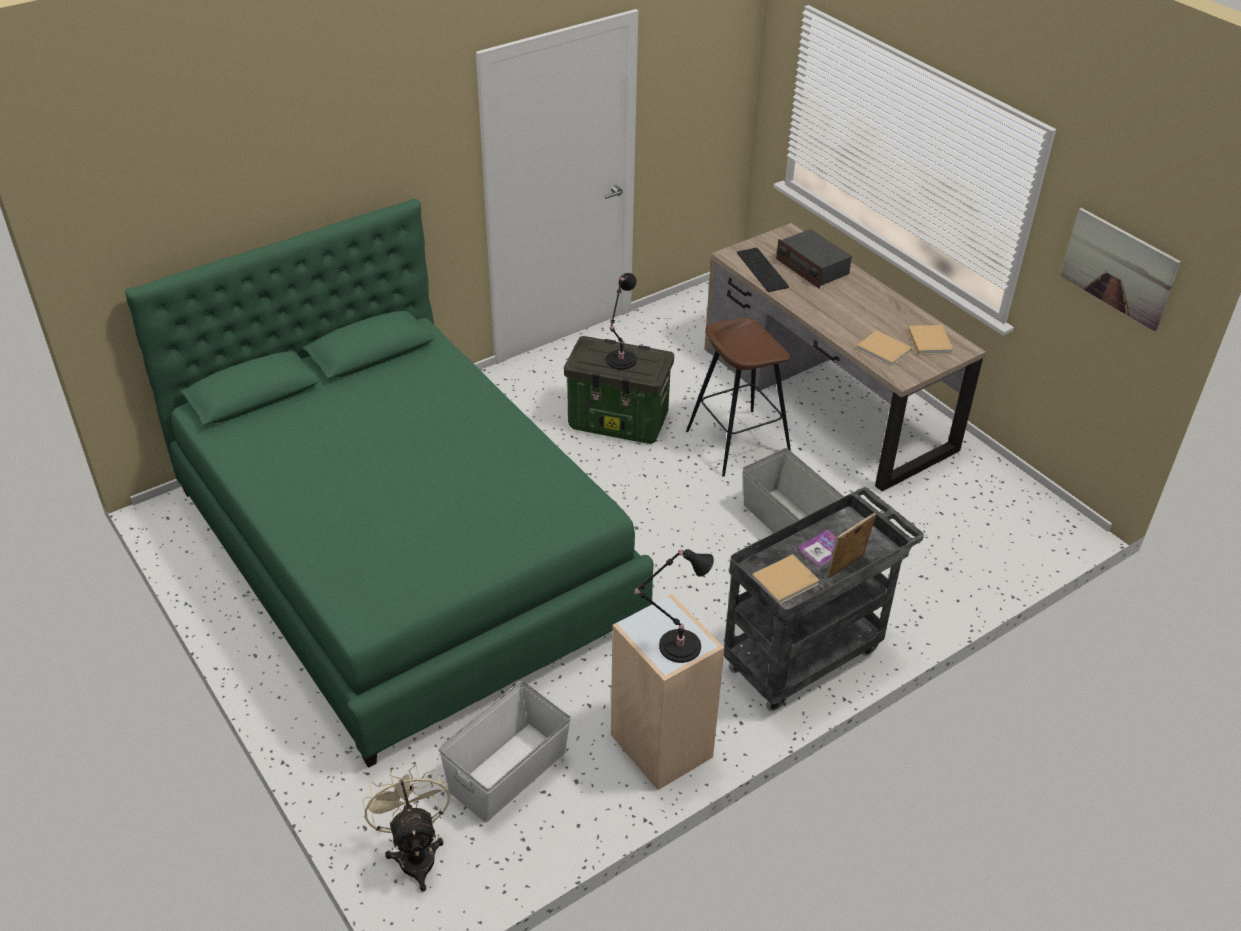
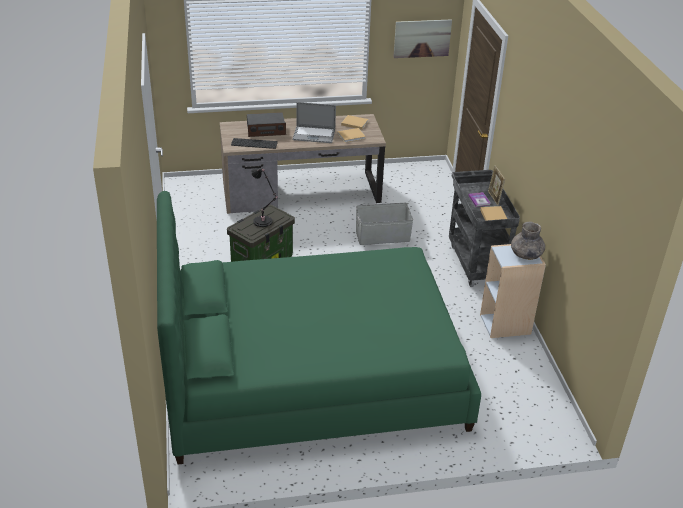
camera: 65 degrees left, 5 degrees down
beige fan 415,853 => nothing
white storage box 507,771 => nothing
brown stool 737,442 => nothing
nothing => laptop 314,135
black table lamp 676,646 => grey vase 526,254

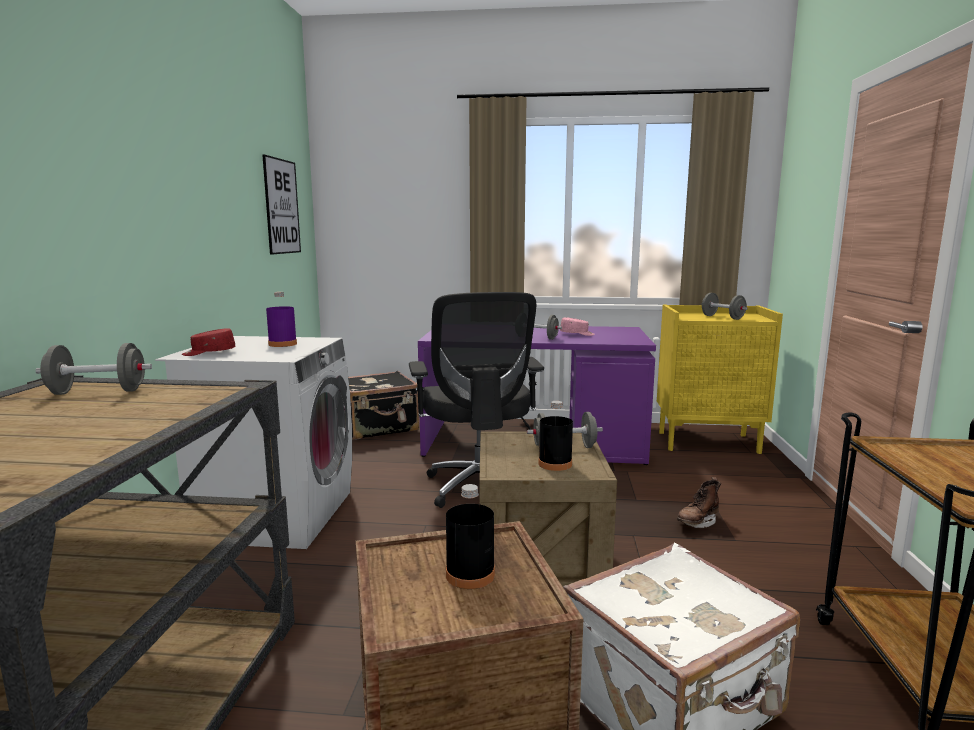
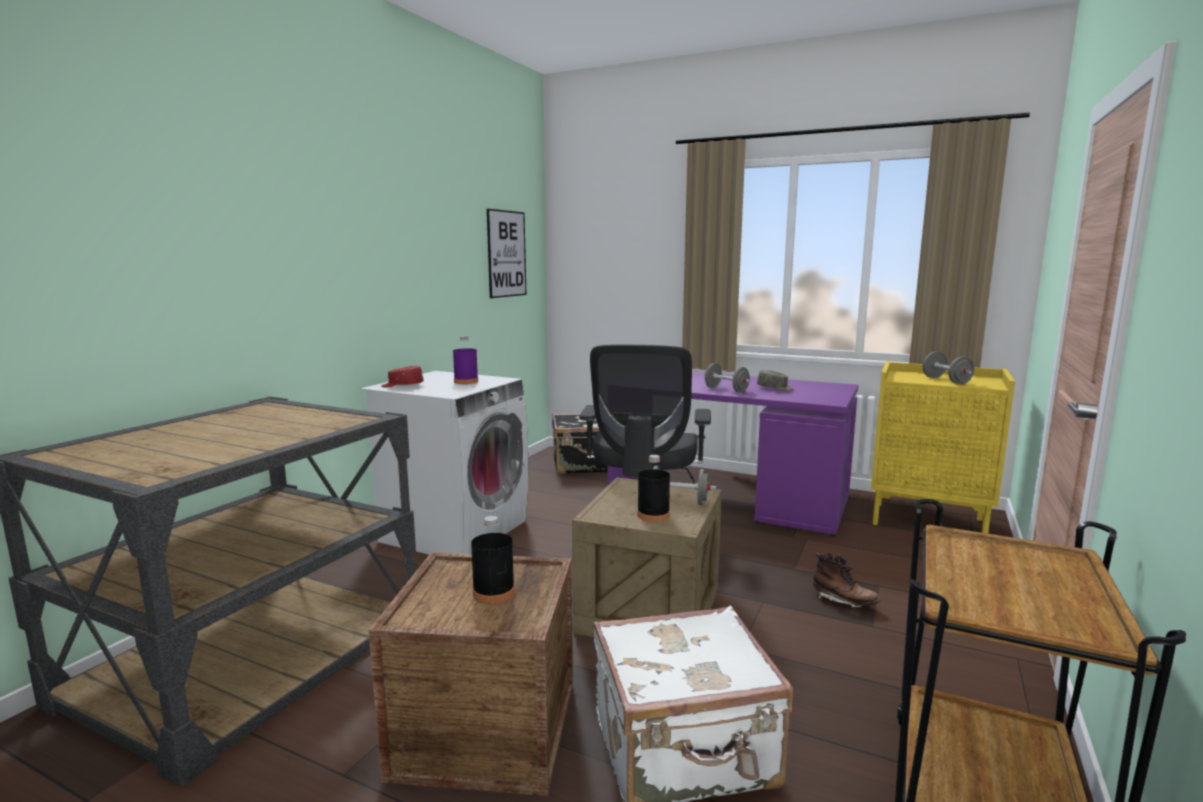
camera: 20 degrees right, 0 degrees up
grey dumbbell 98,392 => nothing
pink cap 577,334 => grey cap 775,388
brown boot 697,522 => brown boot 843,601, 120 degrees counterclockwise

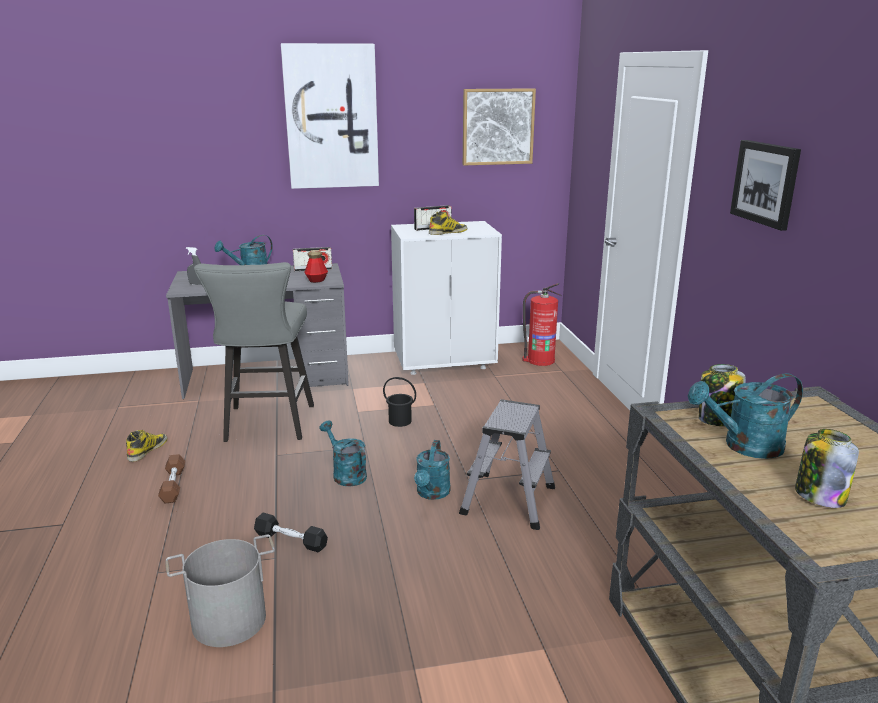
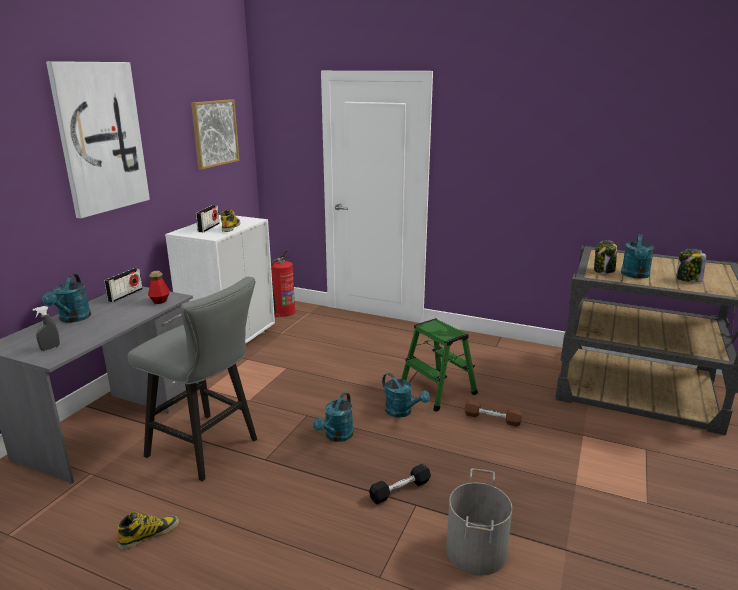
camera: 55 degrees left, 0 degrees up
black bucket 400,421 => nothing
picture 765,183 => nothing
brown dumbbell 173,485 => brown dumbbell 492,419, move
grey step ladder 508,500 => green step ladder 438,390
boot 147,450 => boot 149,534, 90 degrees clockwise
turquoise watering can 346,474 => turquoise watering can 336,436, 60 degrees counterclockwise

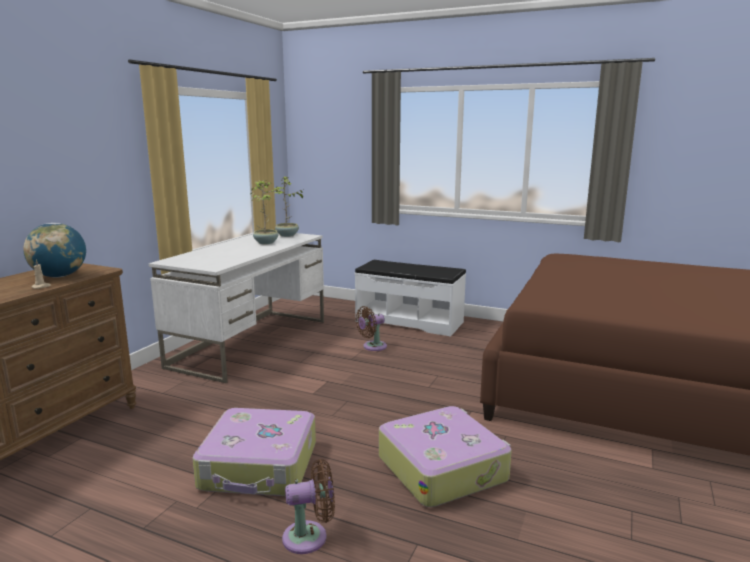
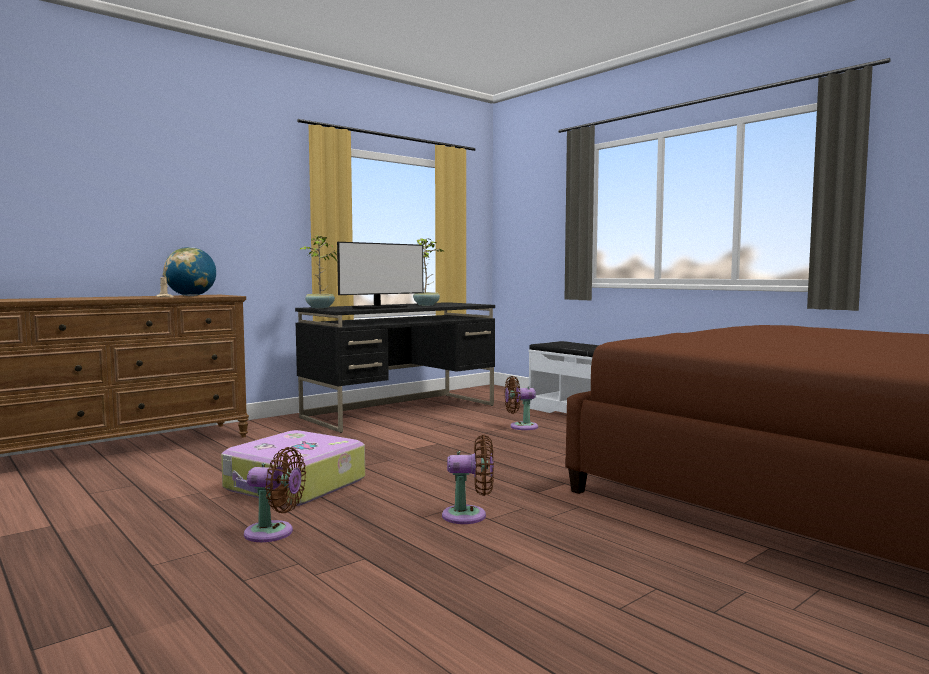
camera: 25 degrees right, 10 degrees down
nothing => monitor 380,307
potted plant 287,235 => potted plant 320,307, move
suitcase 442,468 => brown fan 469,515
white desk 252,343 => black desk 401,411

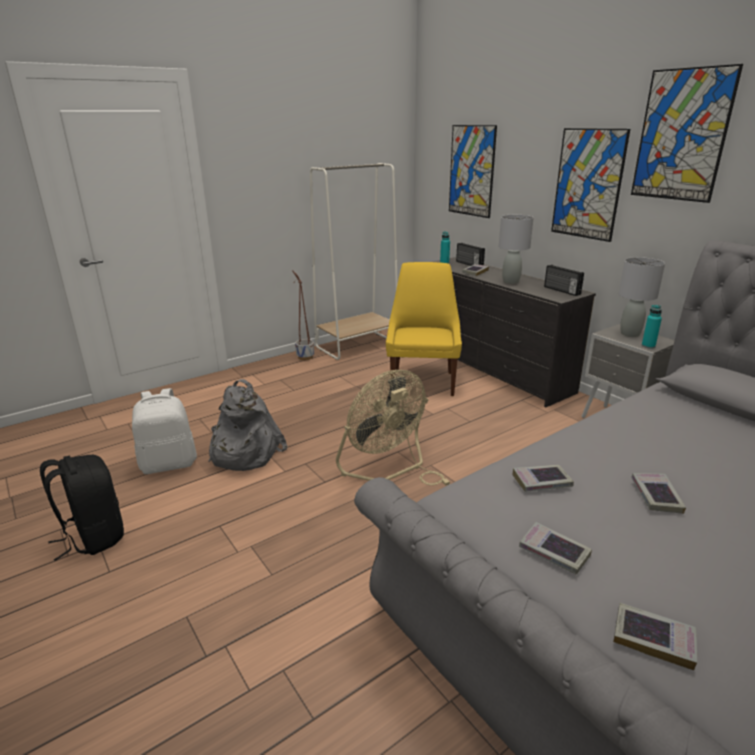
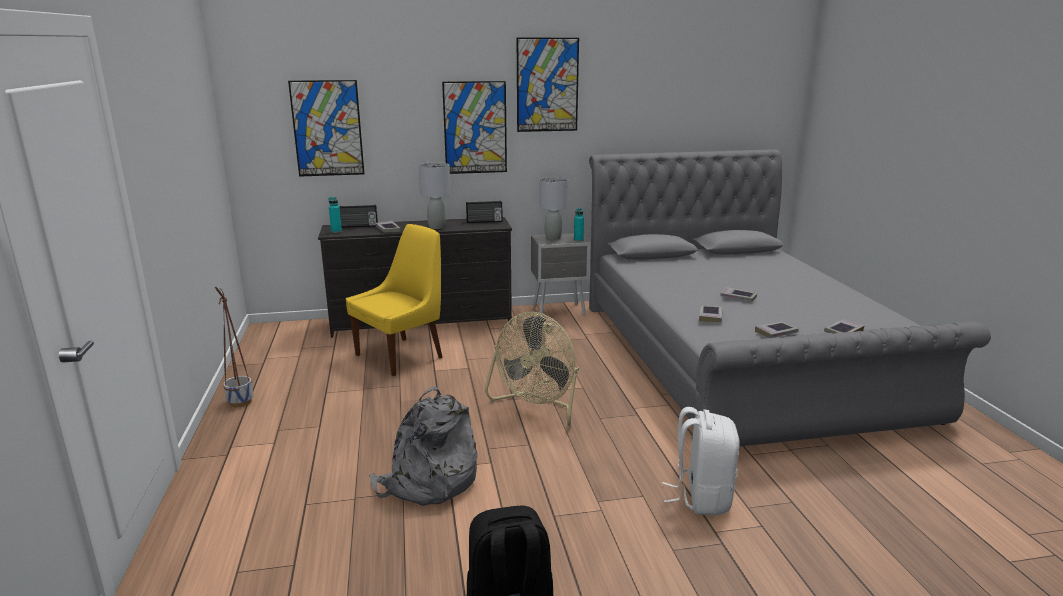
camera: 65 degrees left, 5 degrees down
clothes rack 357,345 => nothing
white backpack 169,463 => white backpack 701,497, move
beige fan 396,467 => beige fan 537,405, 45 degrees counterclockwise
yellow chair 423,381 => yellow chair 402,355, 105 degrees clockwise

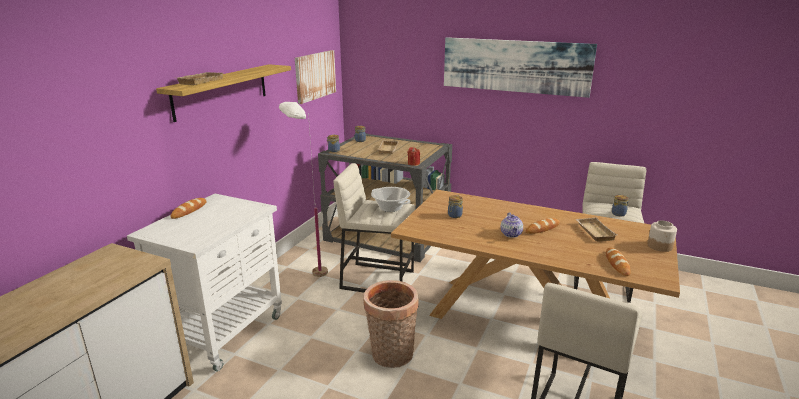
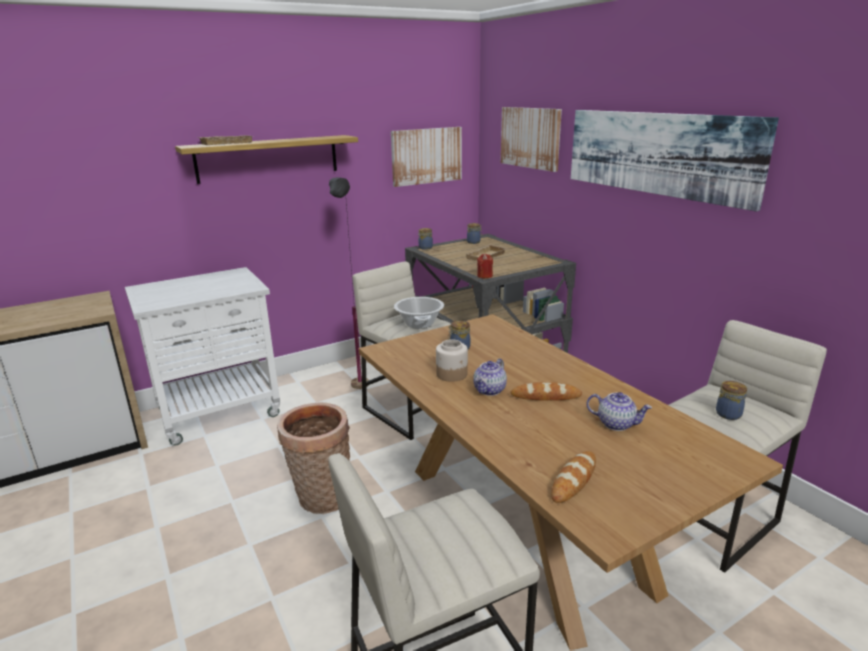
camera: 35 degrees right, 0 degrees up
bread 189,210 => nothing
nothing => picture 530,137
jar 660,246 => jar 452,374, move
beige tray 593,232 => teapot 616,424
white floor lamp 310,273 => black floor lamp 356,382

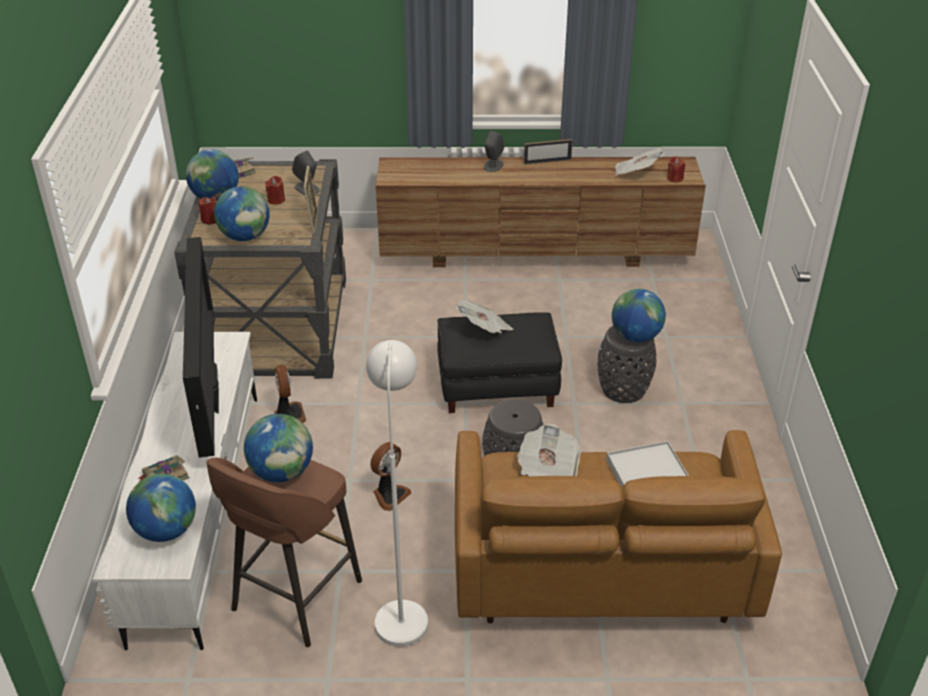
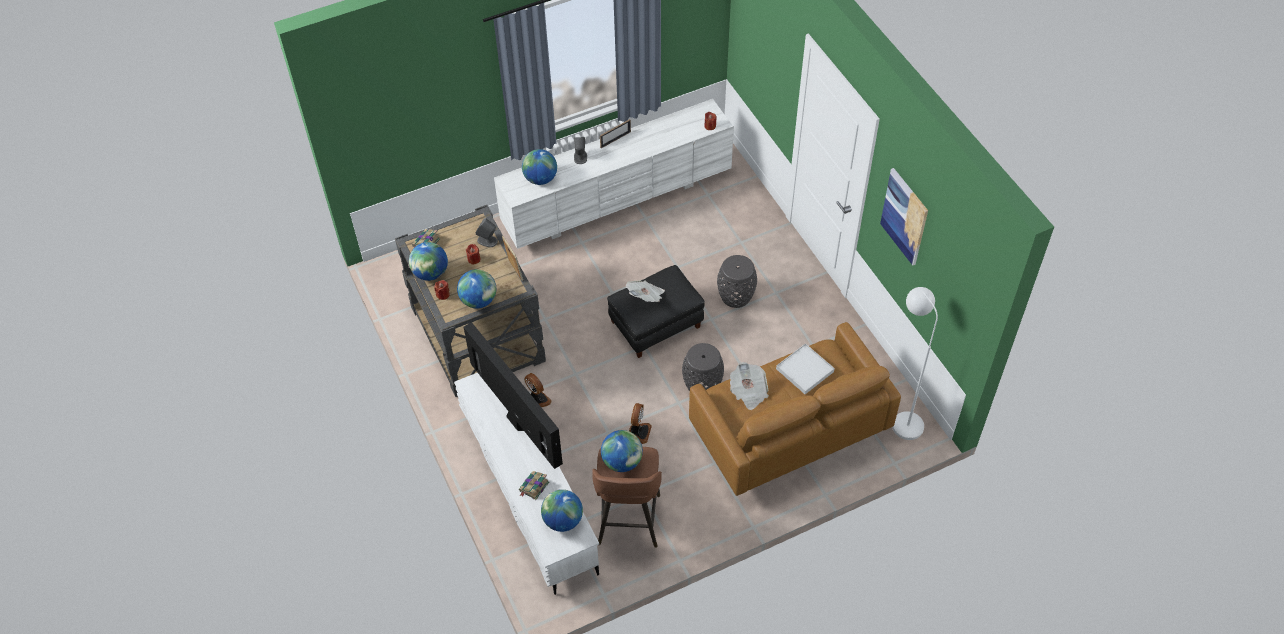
camera: 25 degrees left, 15 degrees up
newspaper 636,173 => nothing
nothing => picture 904,216
white floor lamp 401,611 => white floor lamp 902,419, move
globe 635,336 => globe 540,179, move
brown cabinet 535,256 => white cabinet 617,202

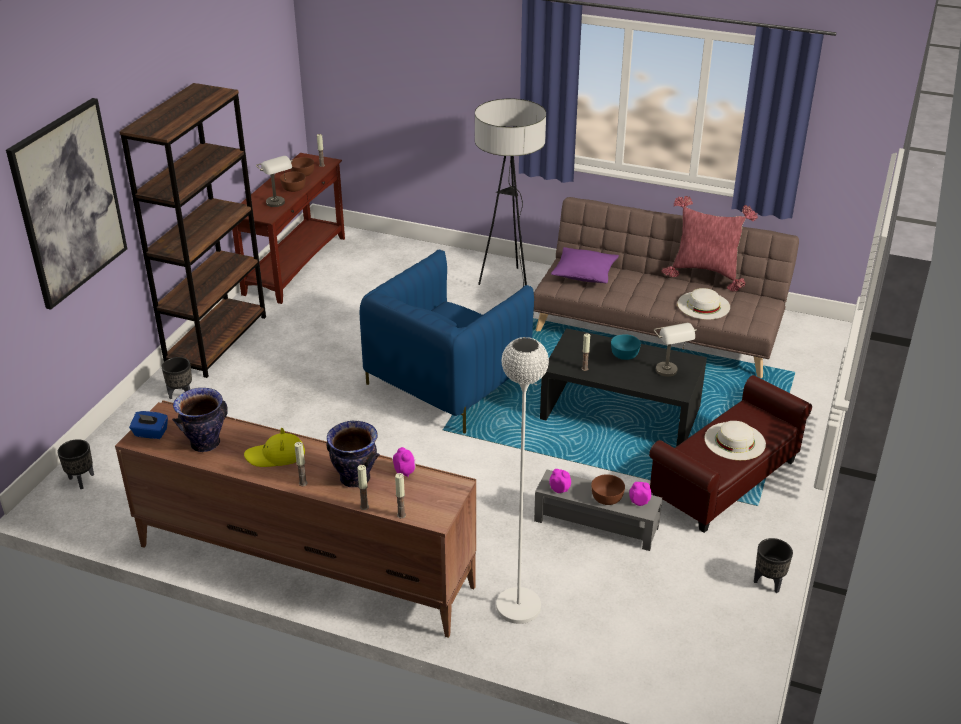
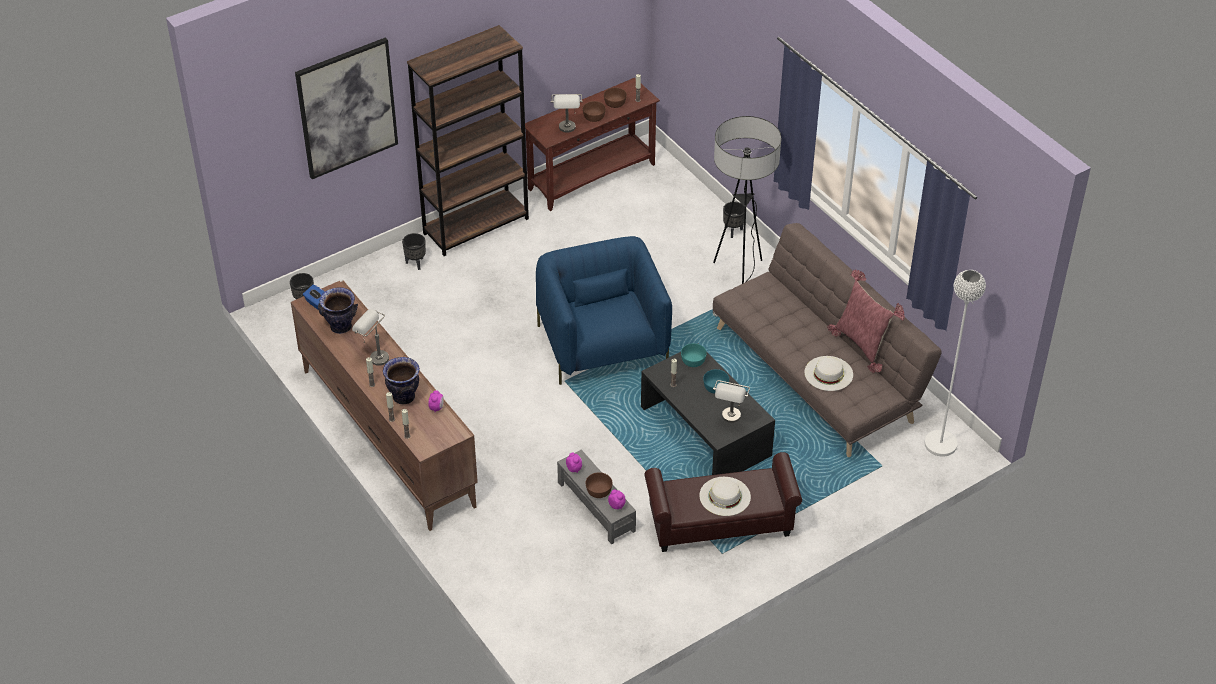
camera: 35 degrees right, 10 degrees up
purple pillow 584,274 => nothing
nothing => turquoise bowl 693,361
white floor lamp 519,606 => white floor lamp 941,444, move
black planter 769,583 => black planter 733,231, move
yellow hat 276,456 => grey table lamp 373,356
blue armchair 446,384 => blue armchair 603,344, 90 degrees clockwise

